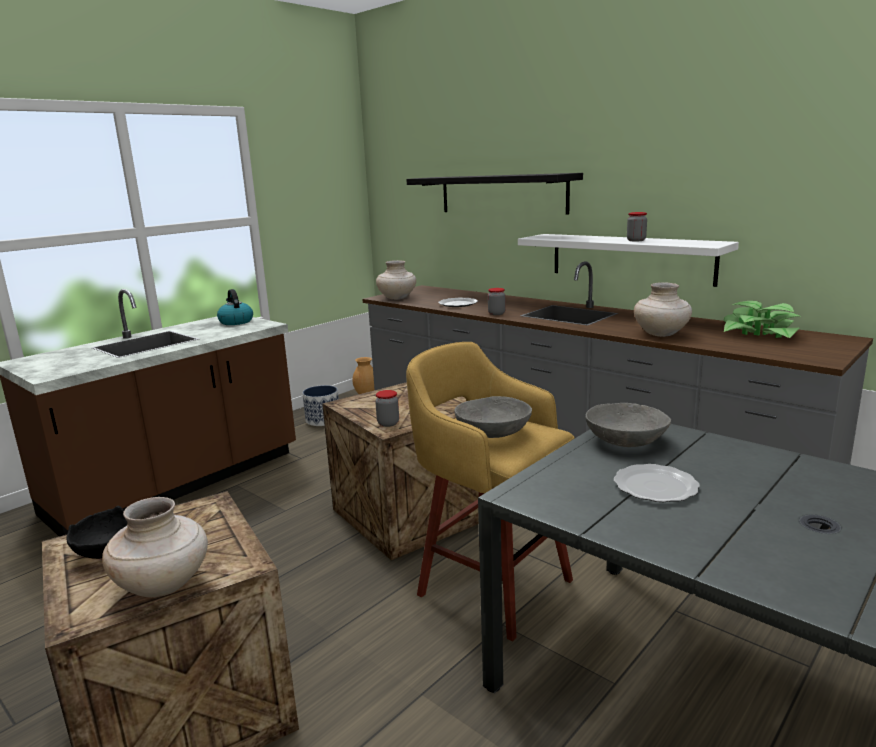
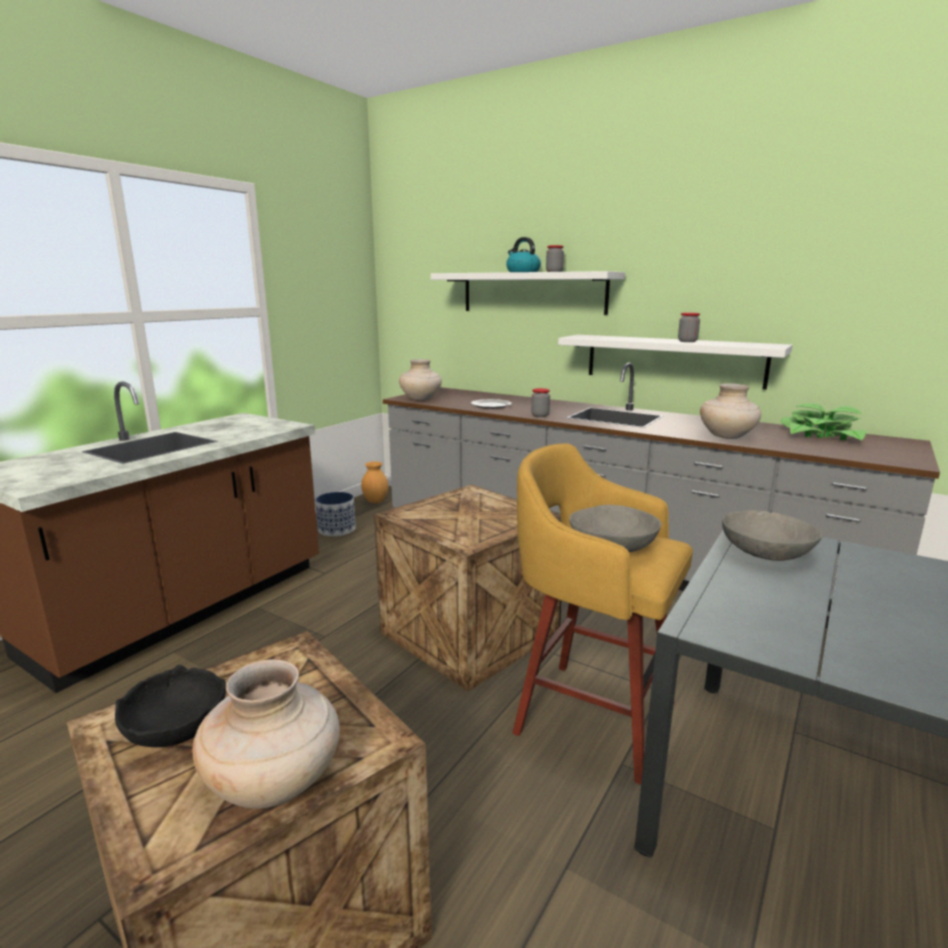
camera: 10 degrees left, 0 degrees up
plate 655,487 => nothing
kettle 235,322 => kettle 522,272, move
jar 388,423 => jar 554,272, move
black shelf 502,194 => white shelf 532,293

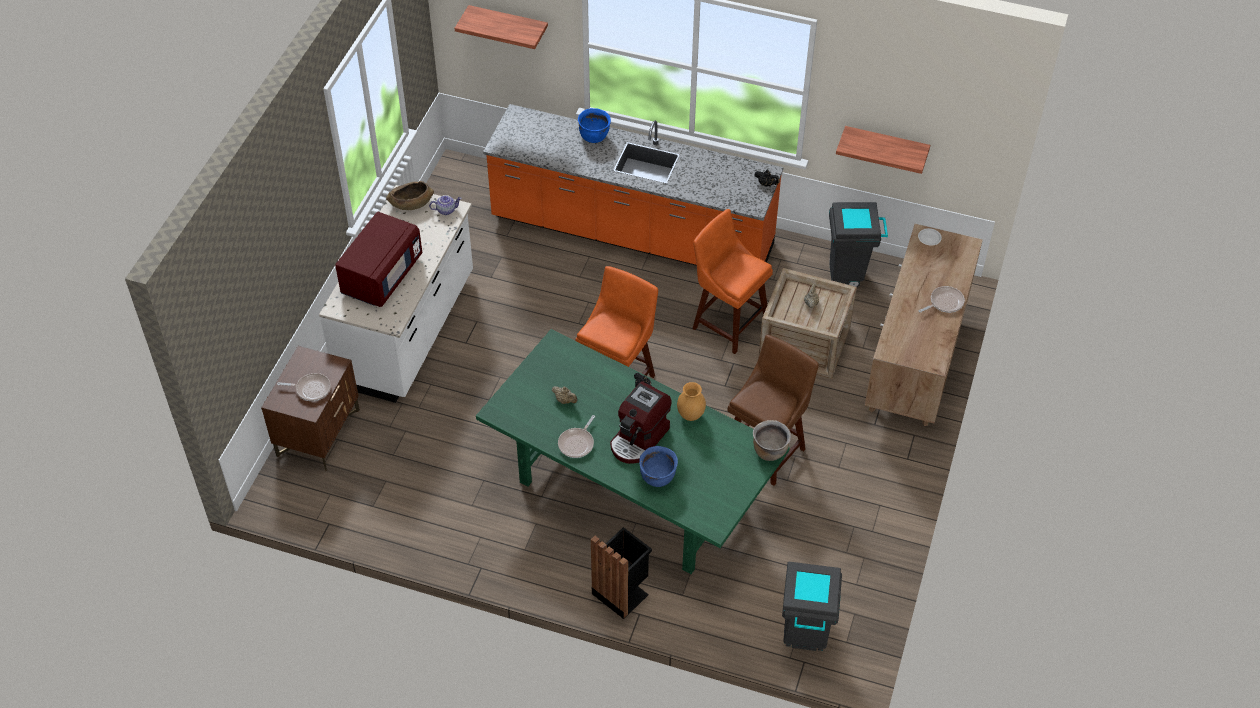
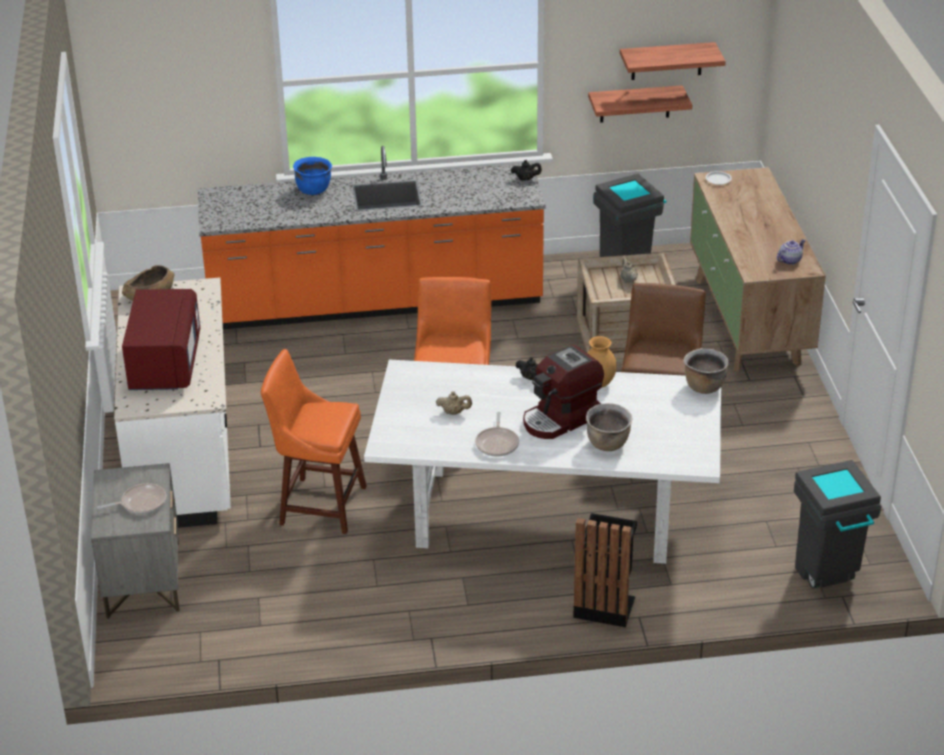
camera: 25 degrees left, 15 degrees down
frying pan 944,302 => nothing
teapot 446,210 => teapot 789,260, move
shelf 508,25 => shelf 666,61, move
orange chair 727,321 => orange chair 318,504, move
brown nightstand 318,432 => grey nightstand 143,580
green dining table 632,493 => white dining table 547,515
blue cooking pot 658,477 => brown cooking pot 608,444
coffee machine 639,439 => coffee machine 561,419, 45 degrees clockwise

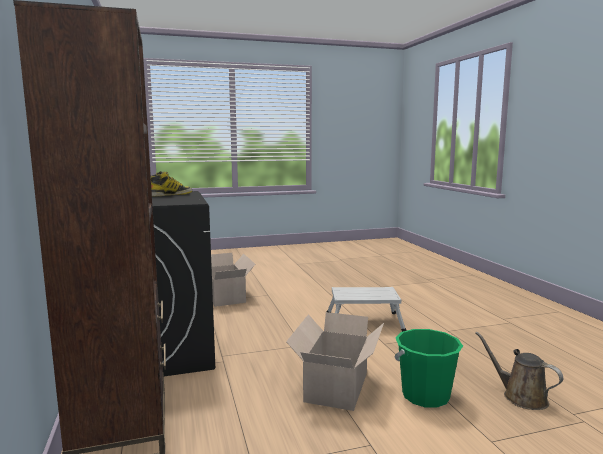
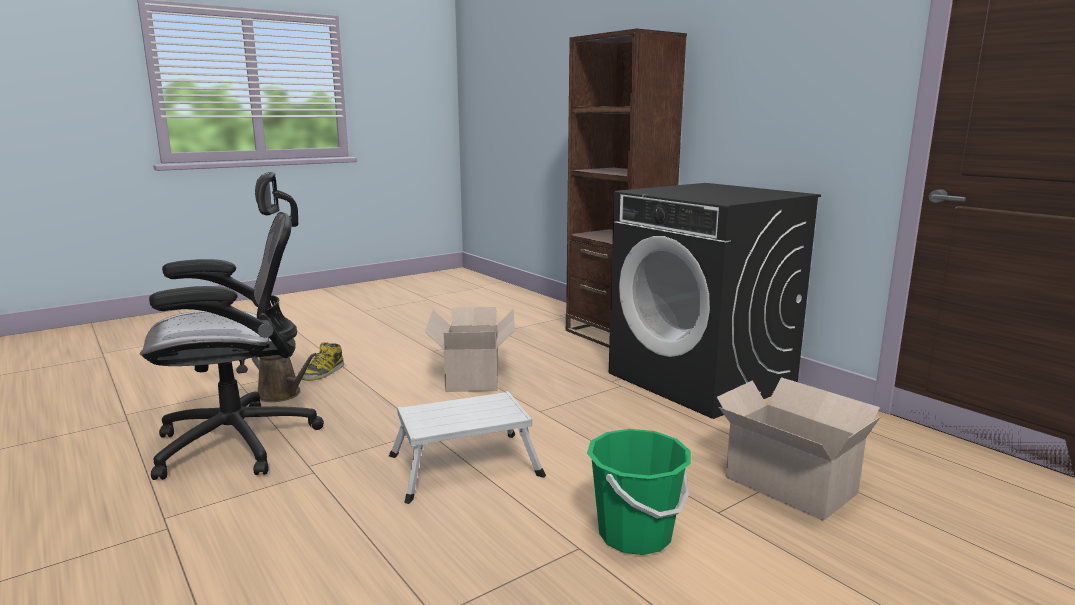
camera: 160 degrees right, 5 degrees up
nothing => office chair 238,442
boot 170,195 => boot 323,373, move
green bucket 425,396 => green bucket 635,534, move

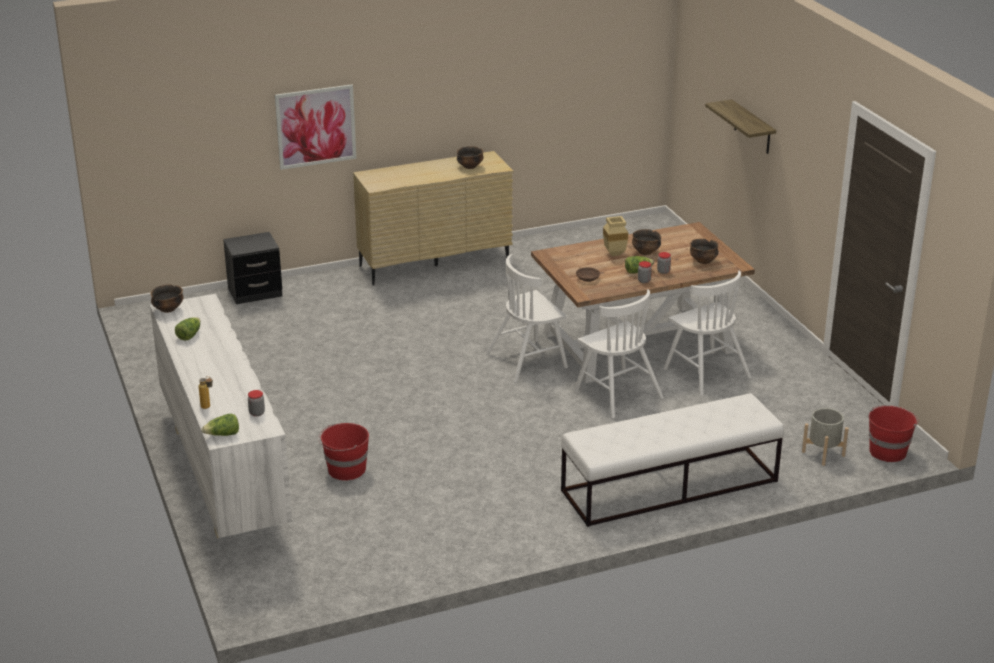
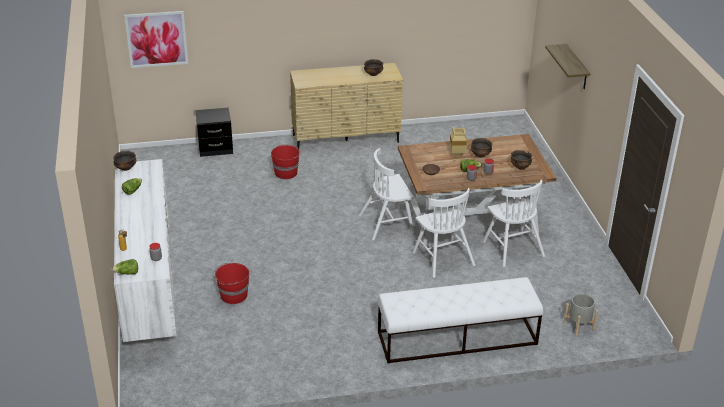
camera: 10 degrees right, 5 degrees up
picture 315,126 => picture 156,39, move
red bucket 888,451 => red bucket 286,173, move

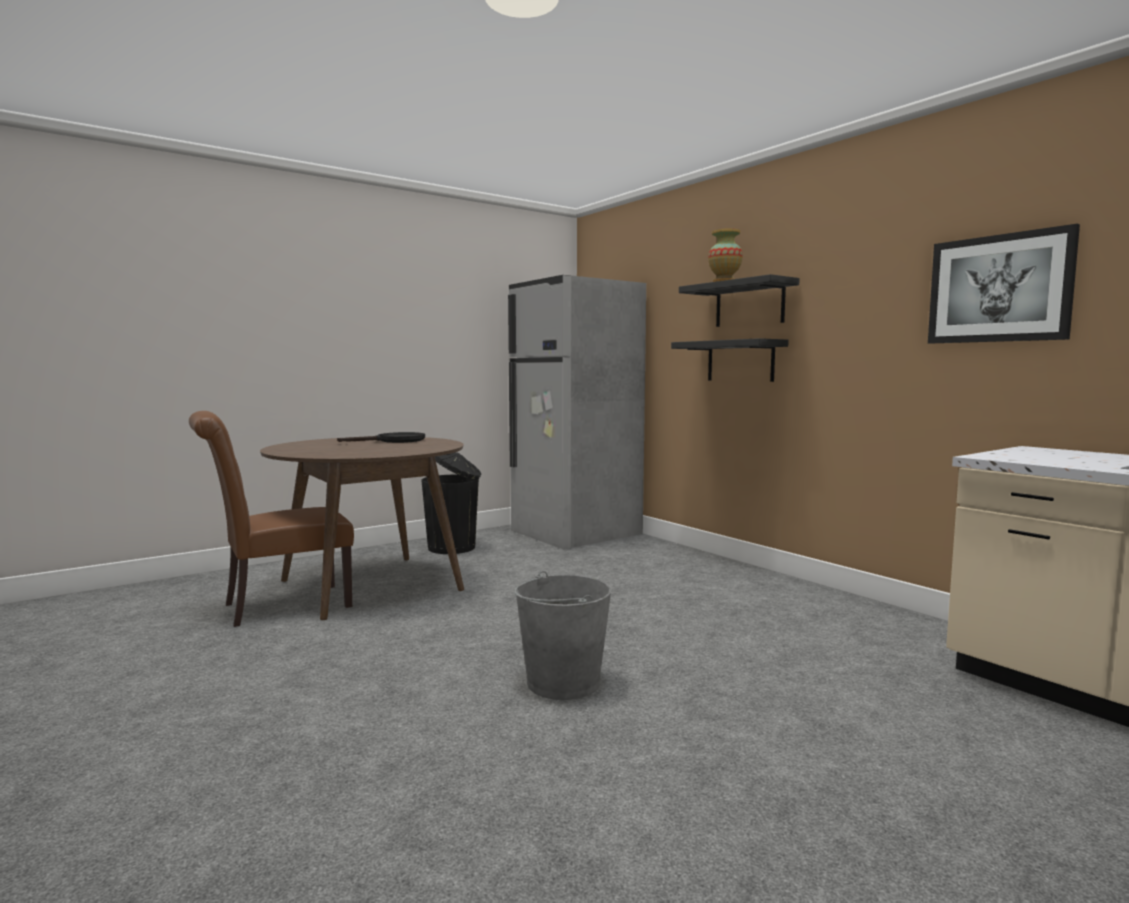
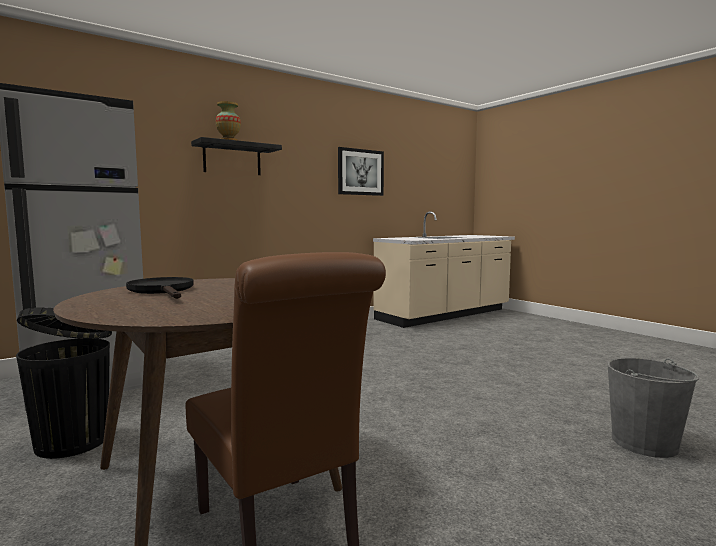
camera: 90 degrees left, 0 degrees up
black shelf 740,361 => nothing
grey bucket 562,682 => grey bucket 645,443, move

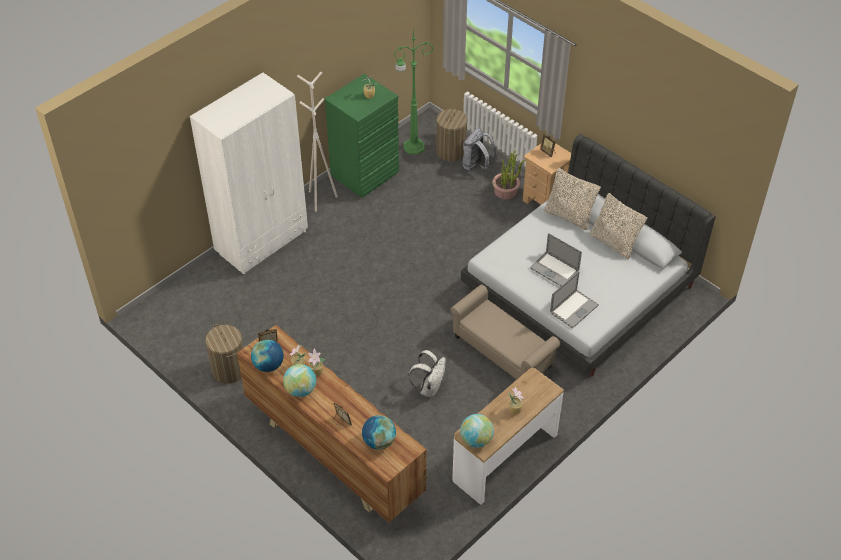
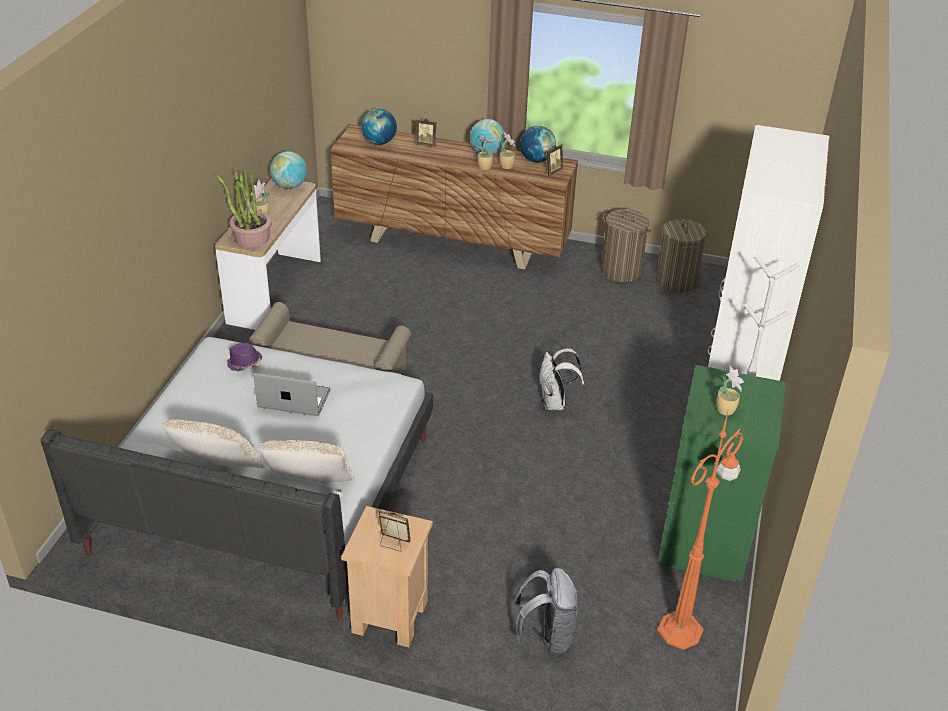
camera: 150 degrees right, 10 degrees down
white backpack 429,388 => white backpack 555,403, move
laundry basket 451,151 => laundry basket 676,281, move
potted plant 506,191 => potted plant 251,237, move
laptop 574,309 => purple hat 244,363
green floor lamp 412,147 => orange floor lamp 681,629

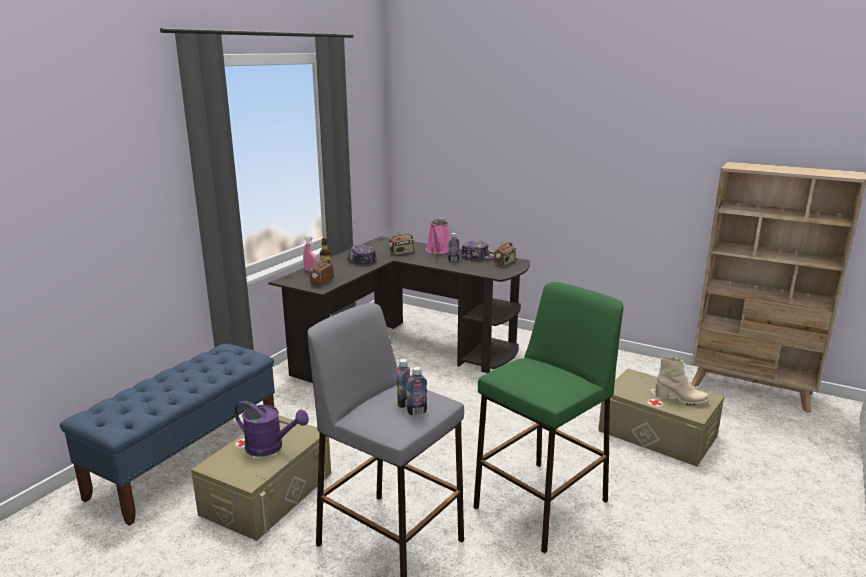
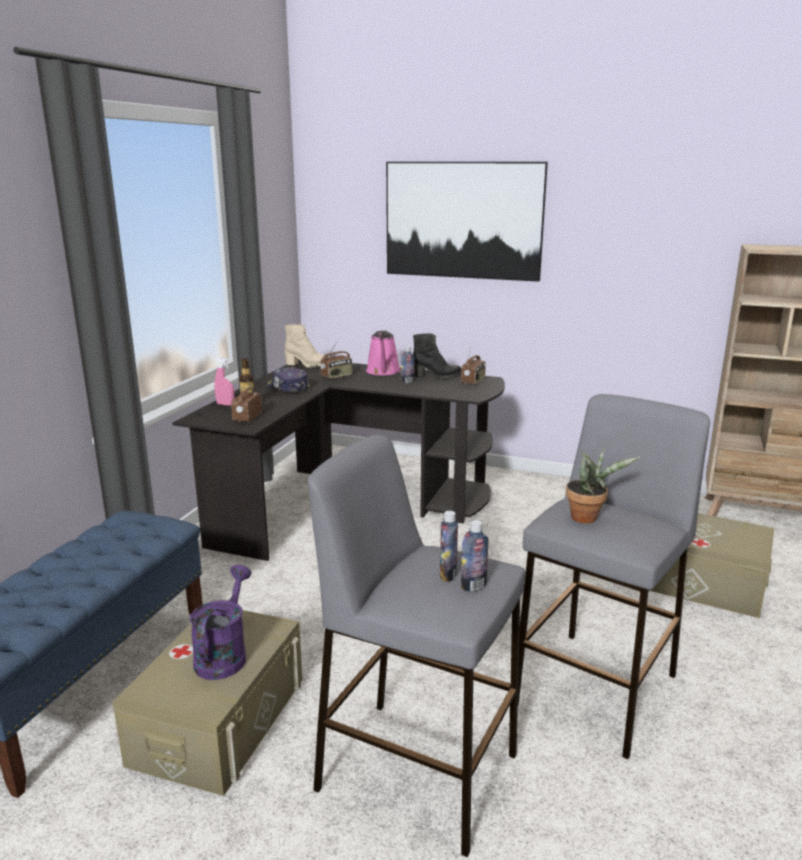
camera: 10 degrees left, 0 degrees up
nothing => picture 463,220
nothing => potted plant 588,518
beige boot 681,400 => beige boot 308,365, move
cap 478,257 => black boot 436,376
green stool 542,503 => grey stool 596,689
purple watering can 270,447 => purple watering can 224,654, 90 degrees counterclockwise

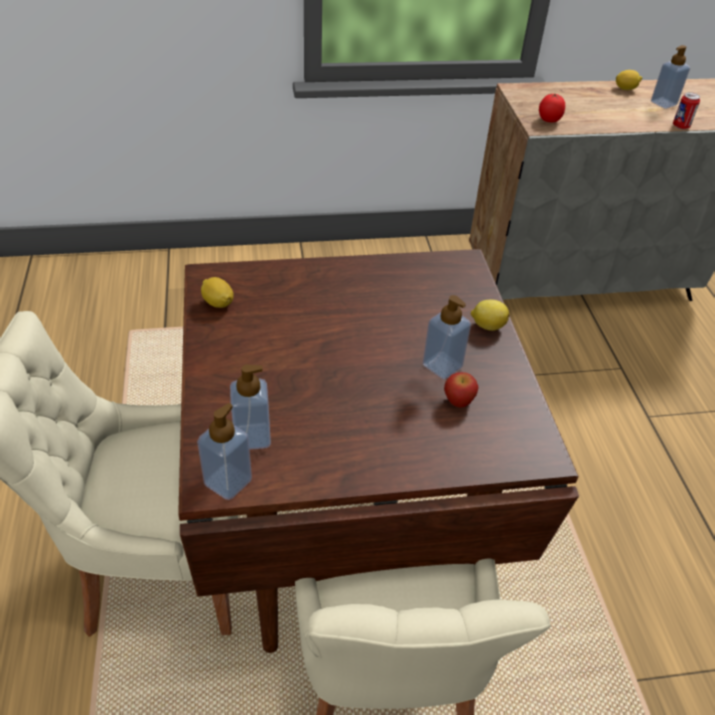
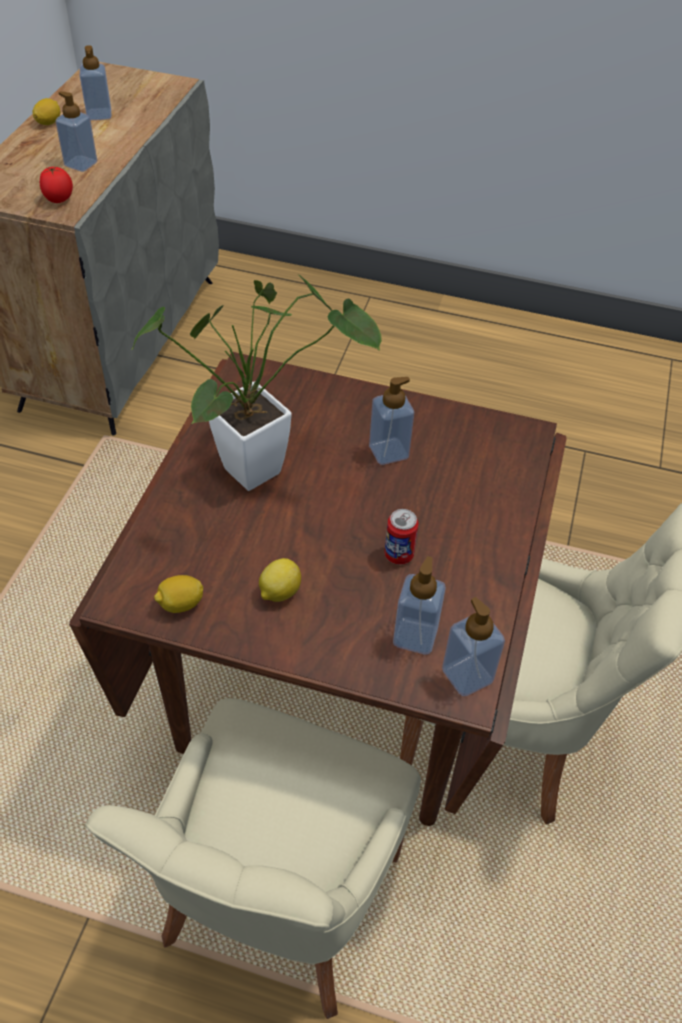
camera: 65 degrees left, 5 degrees up
apple 458,400 => nothing
nothing => soap dispenser 81,164
nothing => potted plant 263,465
lemon 487,325 => lemon 279,592, move
can 681,126 => can 399,555, move

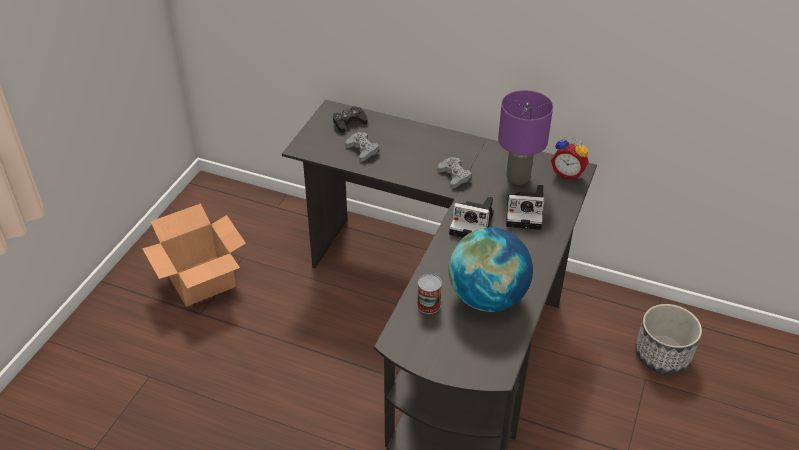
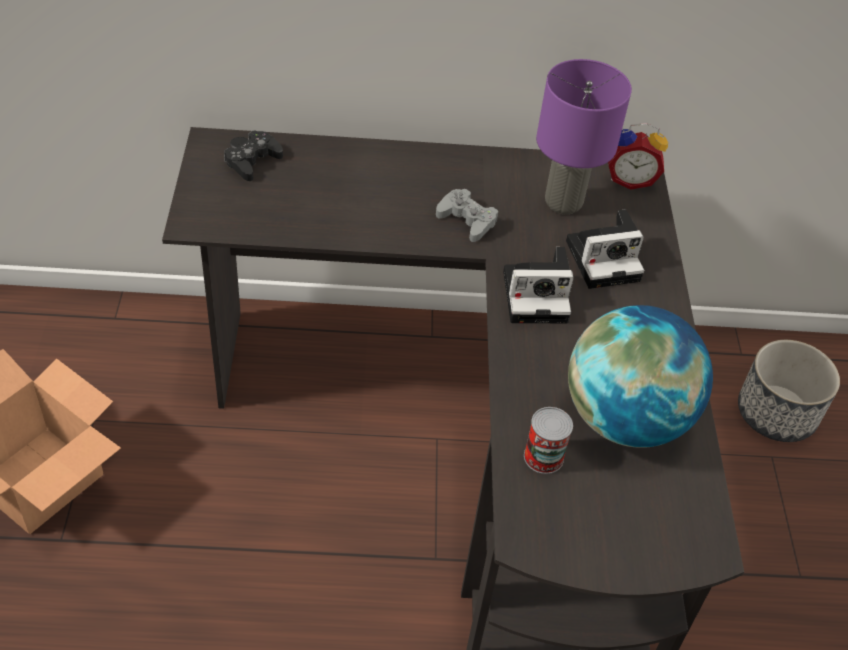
camera: 25 degrees left, 5 degrees up
grey game controller 362,150 => nothing

